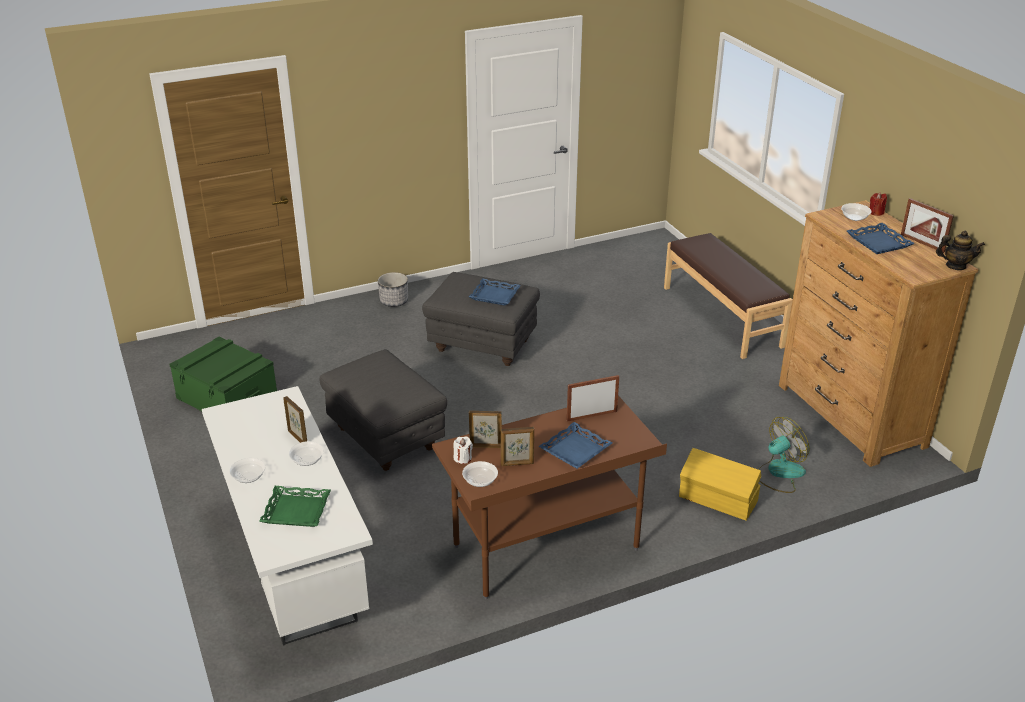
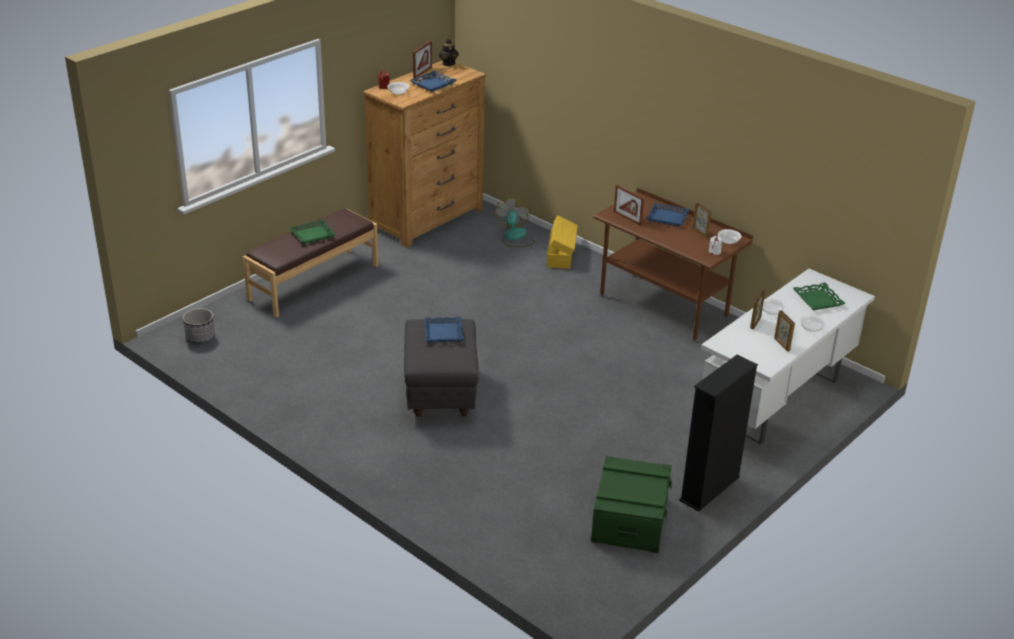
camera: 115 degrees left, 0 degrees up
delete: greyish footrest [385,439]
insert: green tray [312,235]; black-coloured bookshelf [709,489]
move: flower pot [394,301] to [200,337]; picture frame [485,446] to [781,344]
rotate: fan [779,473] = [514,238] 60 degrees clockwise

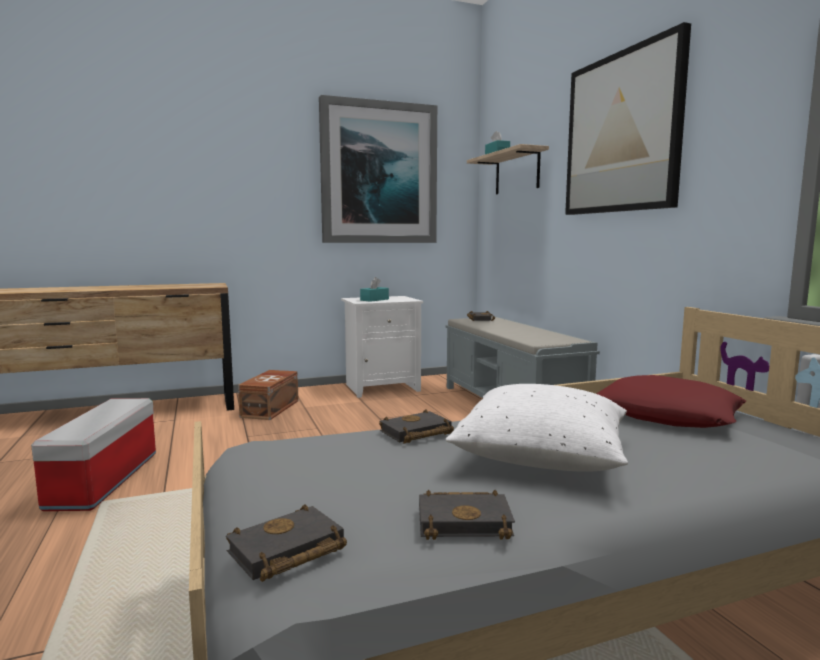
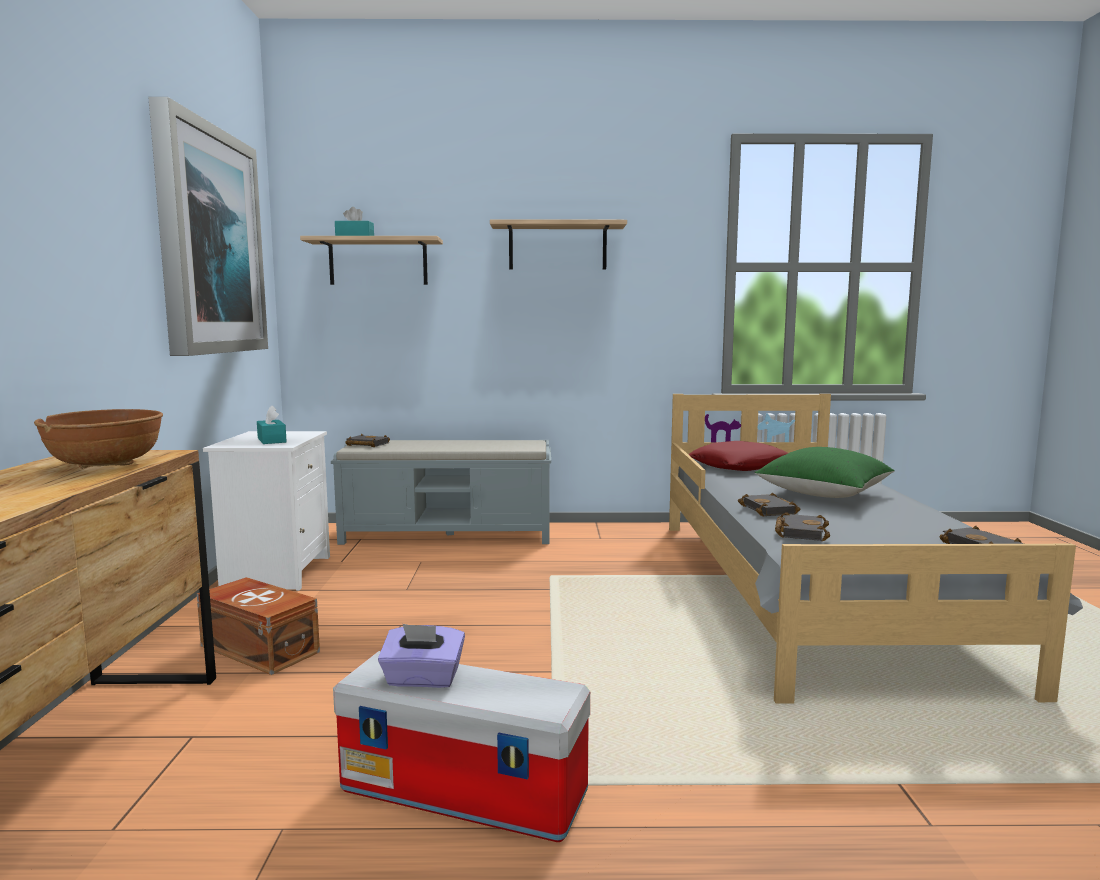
camera: 70 degrees left, 0 degrees up
insert: brown-coloured deep dish [106,465]; purple tissue holder [422,679]
move: black-coloured volume [466,521] to [799,532]
replace: wall picture [622,133] to wall shelf [557,247]
recolor: white throw pillow [541,457] to green throw pillow [823,494]

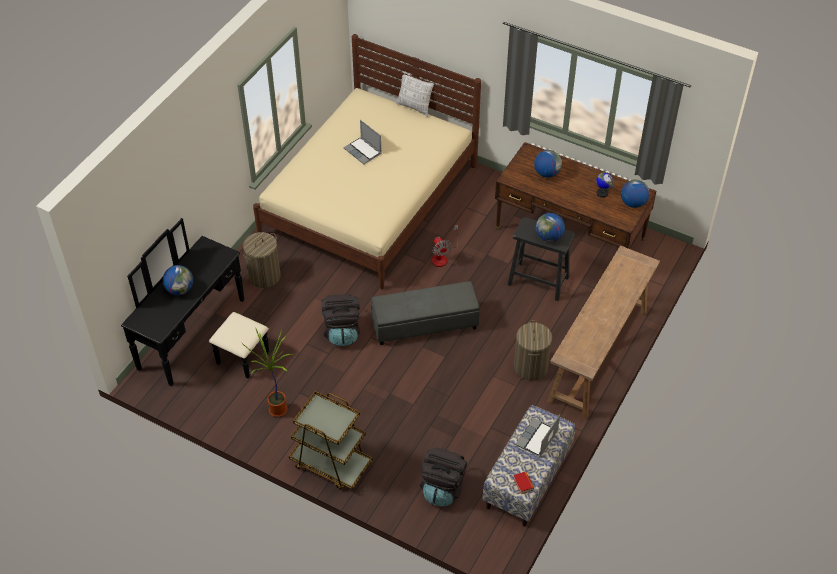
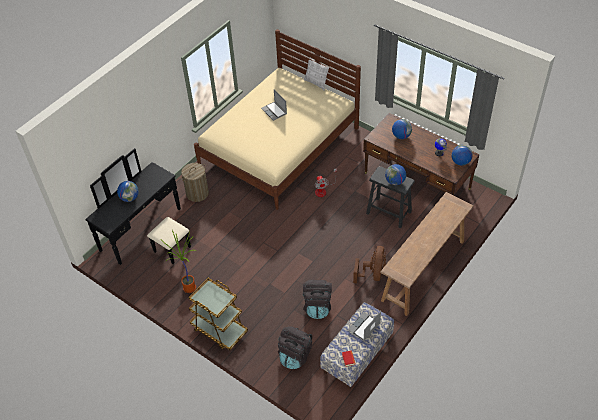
camera: 10 degrees right, 0 degrees up
delete: greyish footrest [425,324]
move: black-coloured backpack [342,331] to [317,306]
replace: washing basket [530,367] to brown-coloured fan [373,274]

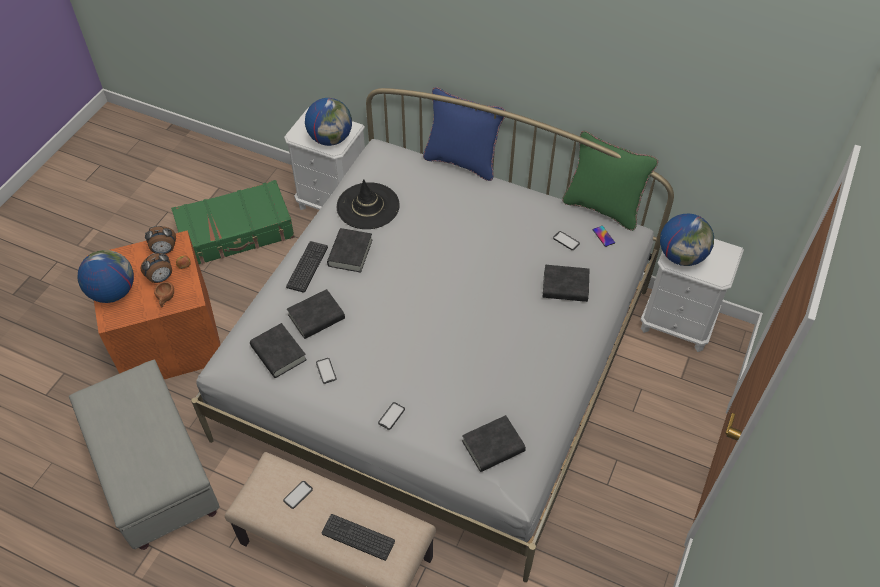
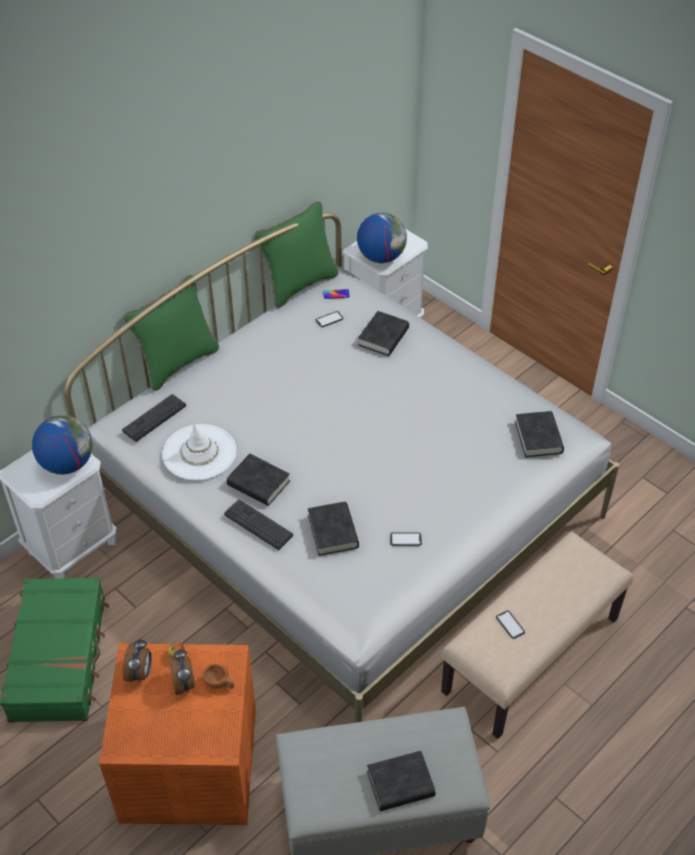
camera: 70 degrees left, 5 degrees down
delete: world globe [113,292]; handset [391,416]
move: black-coloured volume [278,353] to [400,784]; PC keyboard [358,537] to [154,418]
recolor: black-coloured wearable hat [368,206] to white wearable hat [199,452]; bluish throw pillow [462,162] to green throw pillow [177,363]

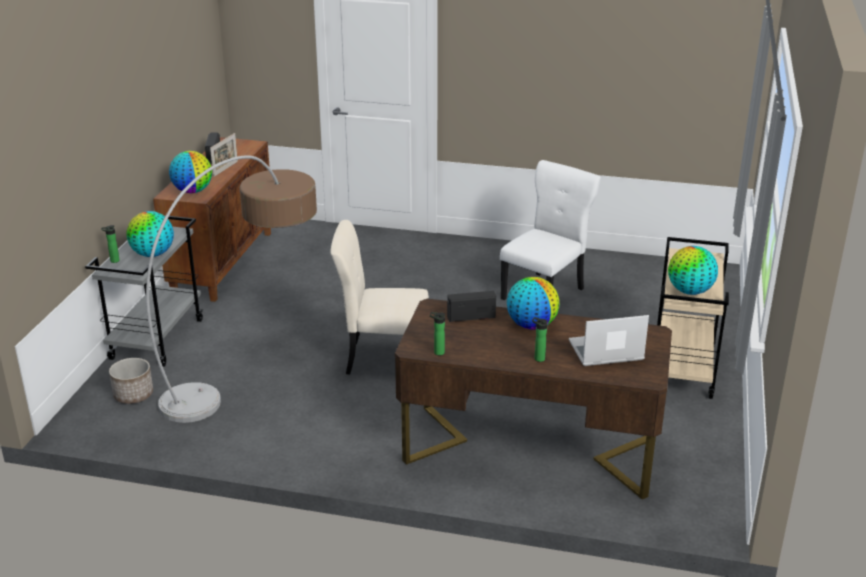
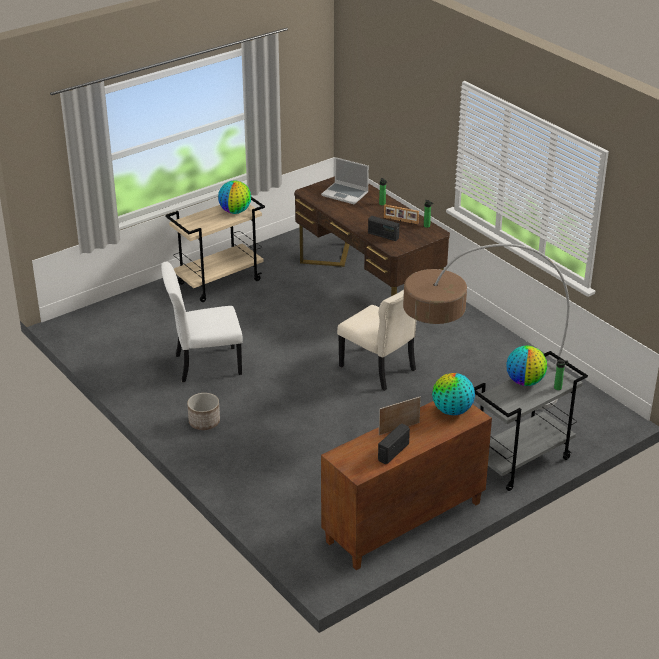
camera: 140 degrees left, 5 degrees up
delete: world globe [531,325]
insert: picture frame [400,221]
move: flower pot [133,395] to [204,422]

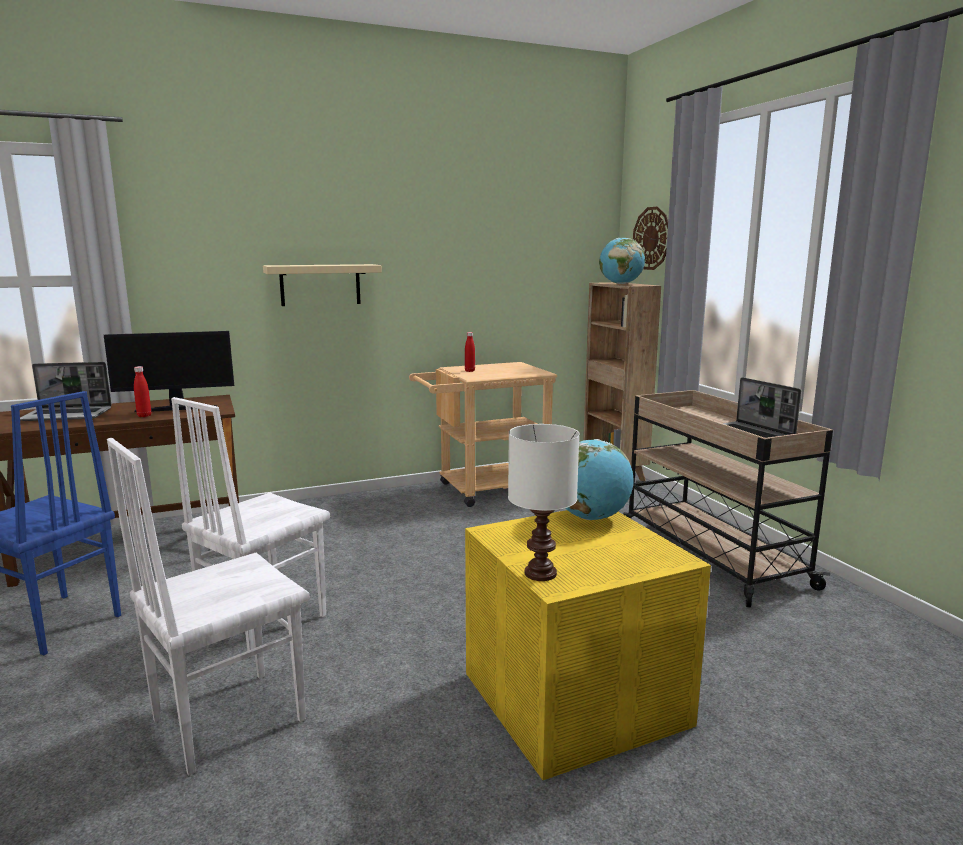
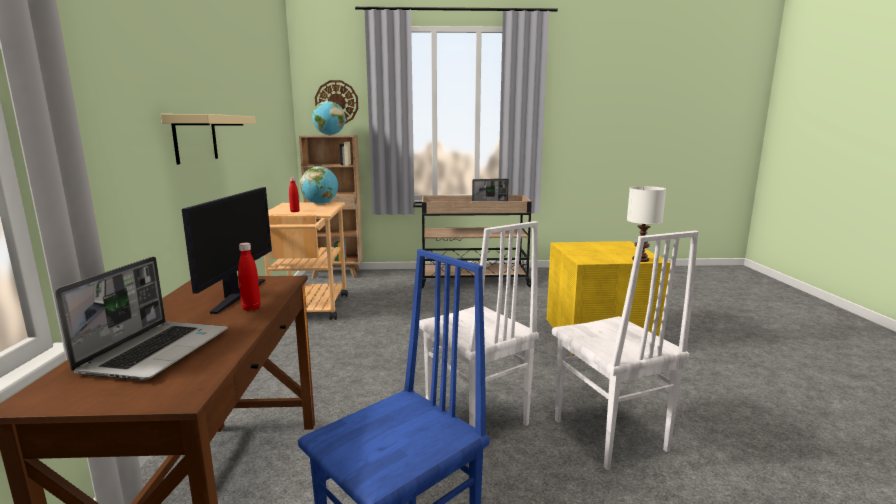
camera: 70 degrees left, 0 degrees up
move: world globe [591,517] to [320,203]

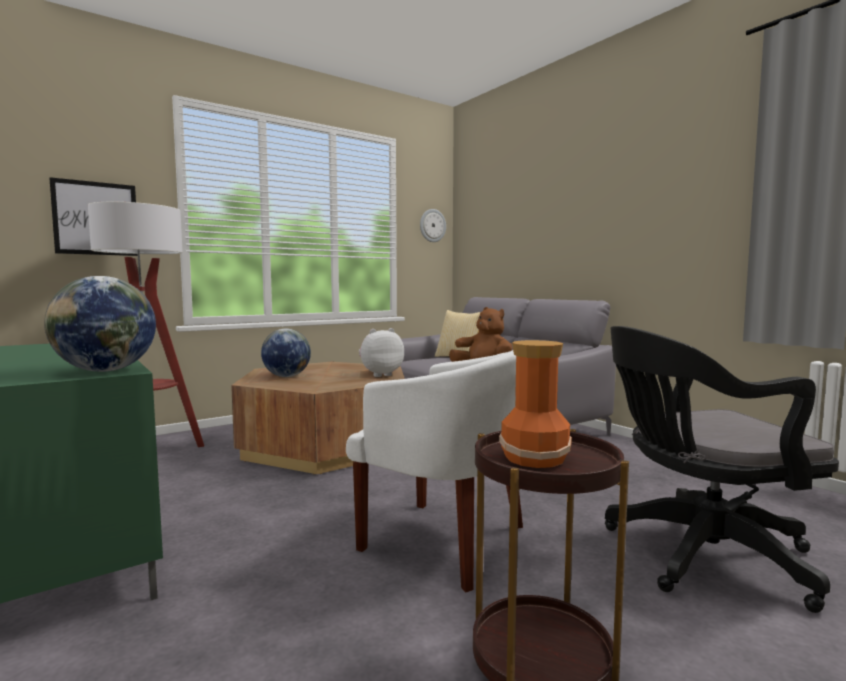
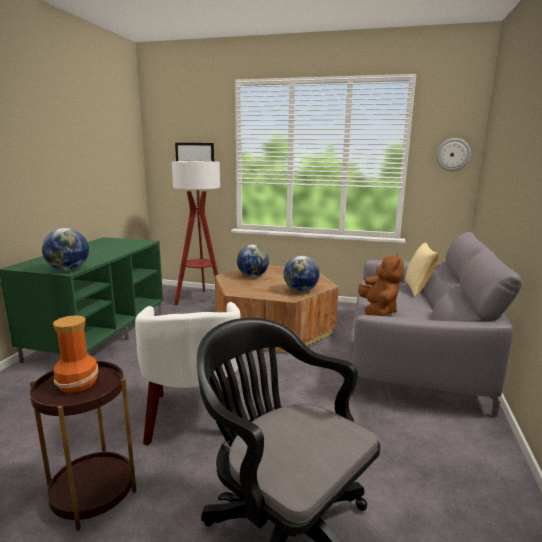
camera: 50 degrees right, 10 degrees up
replace: plush toy [380,374] to world globe [300,291]

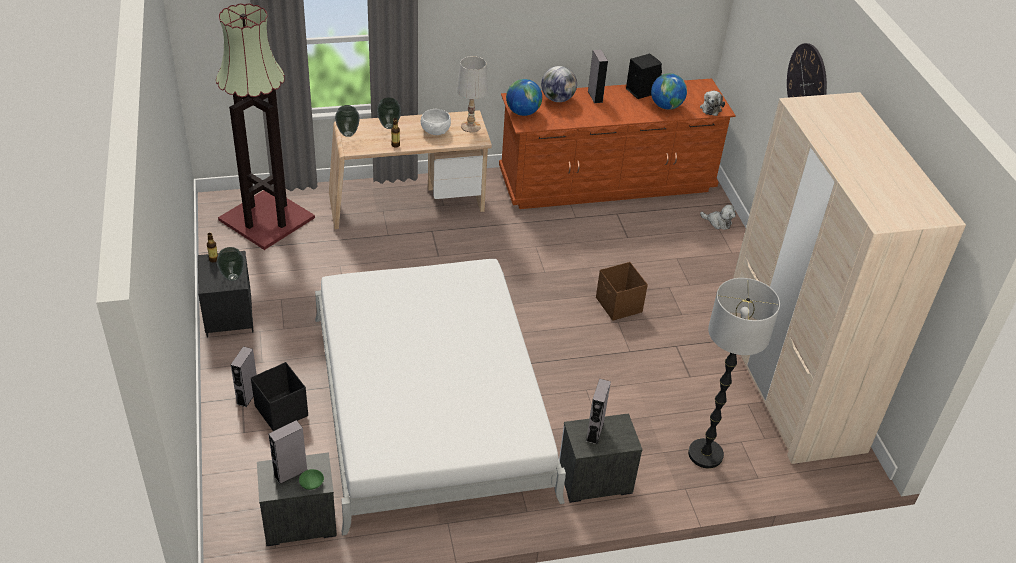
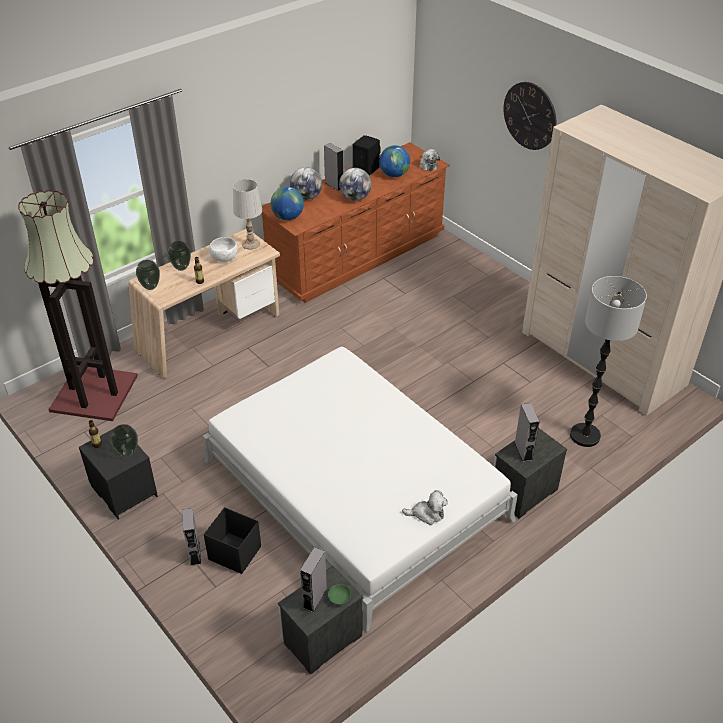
camera: 25 degrees left, 0 degrees up
delete: brown-coloured storage box [618,305]
insert: world globe [355,198]
move: plush toy [718,222] to [427,514]

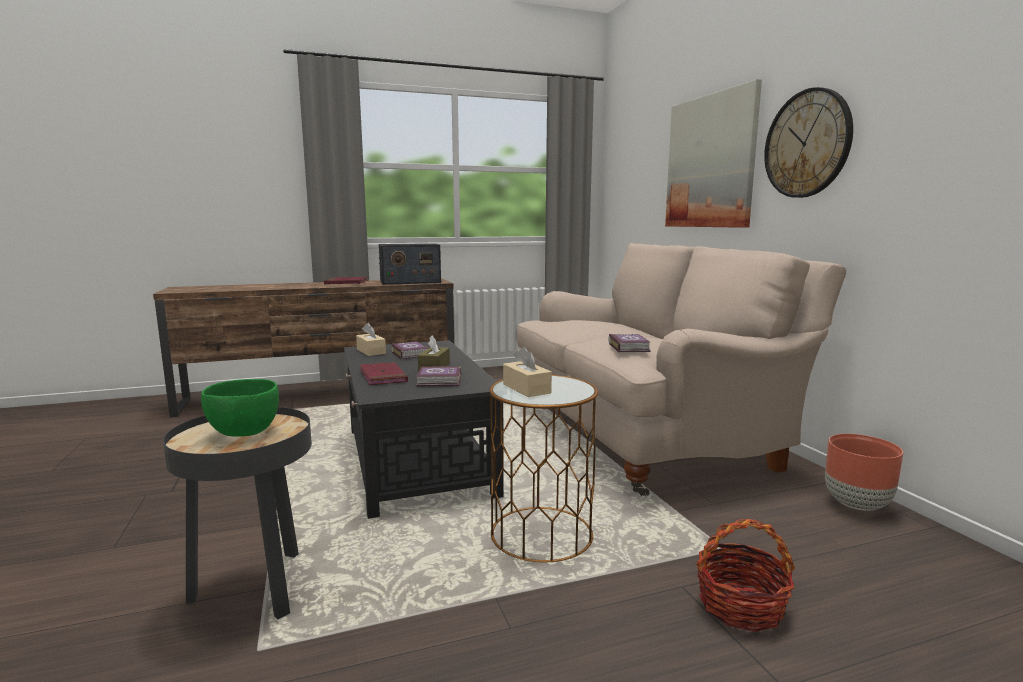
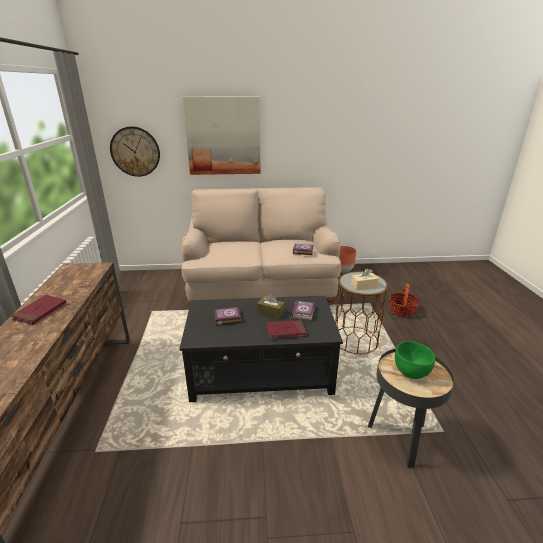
camera: 75 degrees left, 15 degrees up
delete: sand-coloured tissue holder [371,351]; radio [409,281]
move: wall clock [807,144] to [135,151]

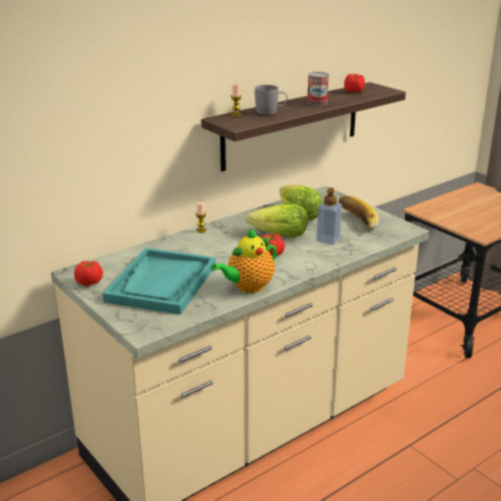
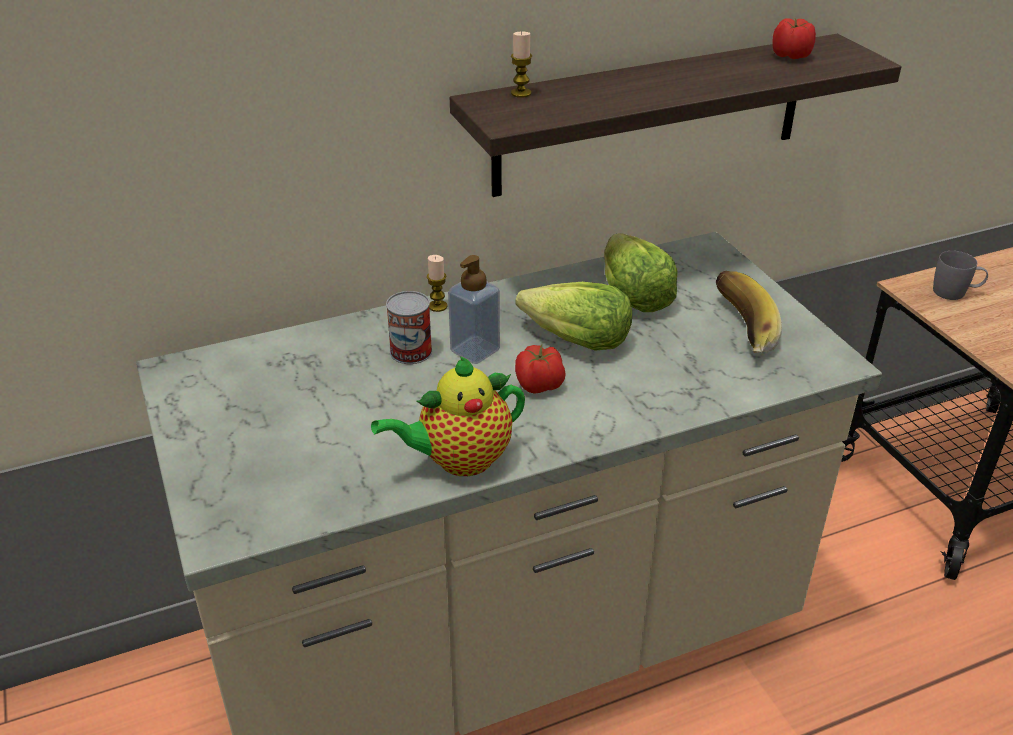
camera: 15 degrees right, 10 degrees up
delete: tomato [89,283]; turquoise-coloured tray [162,283]
move: greyish coffee mug [271,112] to [955,292]; sealed can [317,102] to [411,351]; soap dispenser [328,240] to [475,350]

